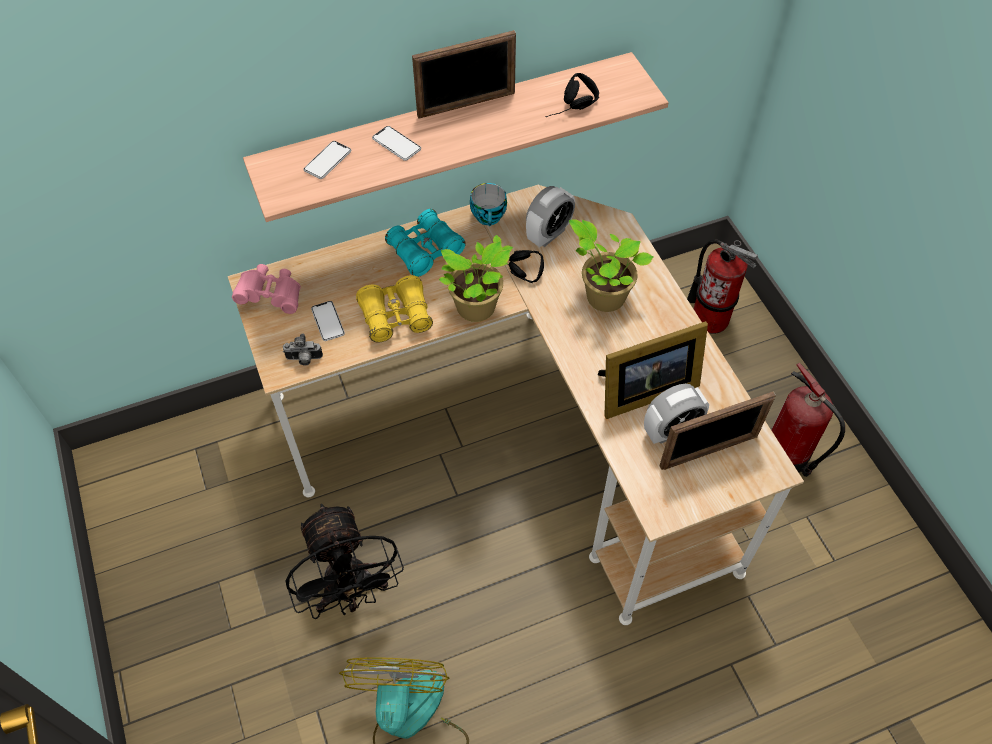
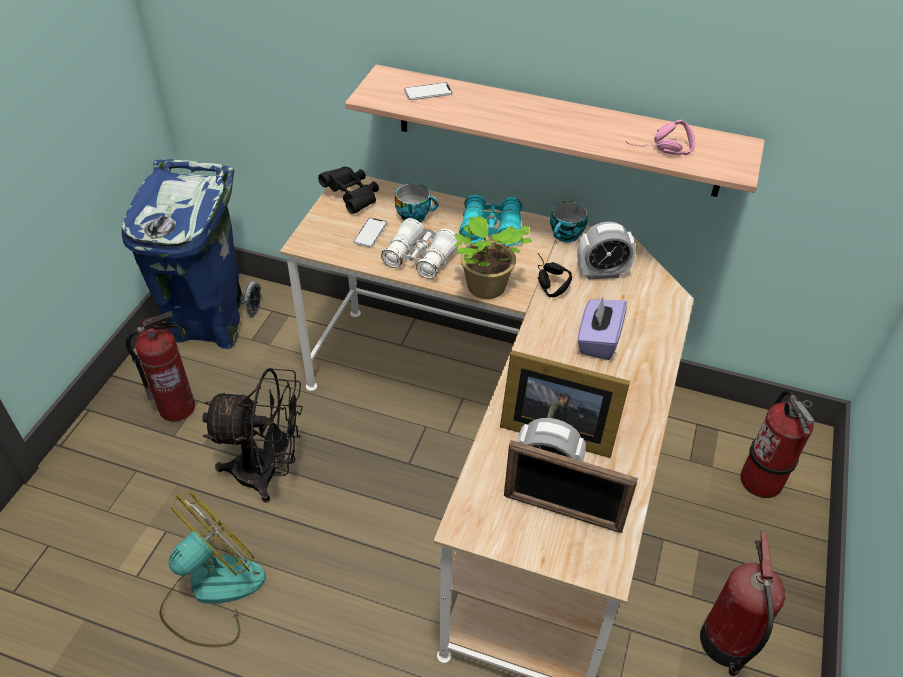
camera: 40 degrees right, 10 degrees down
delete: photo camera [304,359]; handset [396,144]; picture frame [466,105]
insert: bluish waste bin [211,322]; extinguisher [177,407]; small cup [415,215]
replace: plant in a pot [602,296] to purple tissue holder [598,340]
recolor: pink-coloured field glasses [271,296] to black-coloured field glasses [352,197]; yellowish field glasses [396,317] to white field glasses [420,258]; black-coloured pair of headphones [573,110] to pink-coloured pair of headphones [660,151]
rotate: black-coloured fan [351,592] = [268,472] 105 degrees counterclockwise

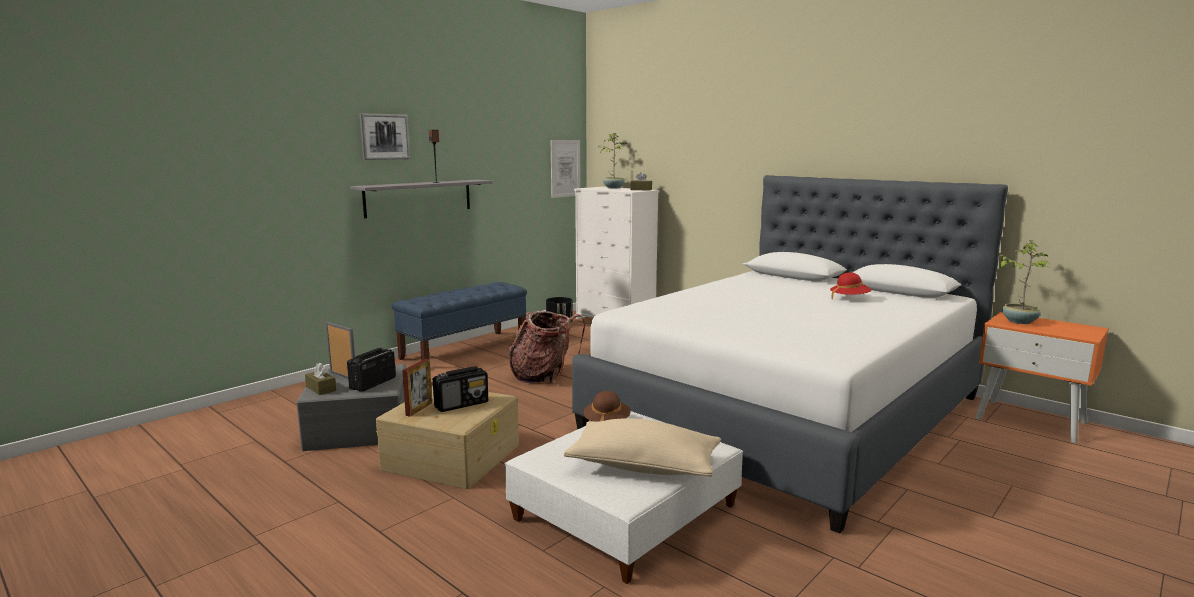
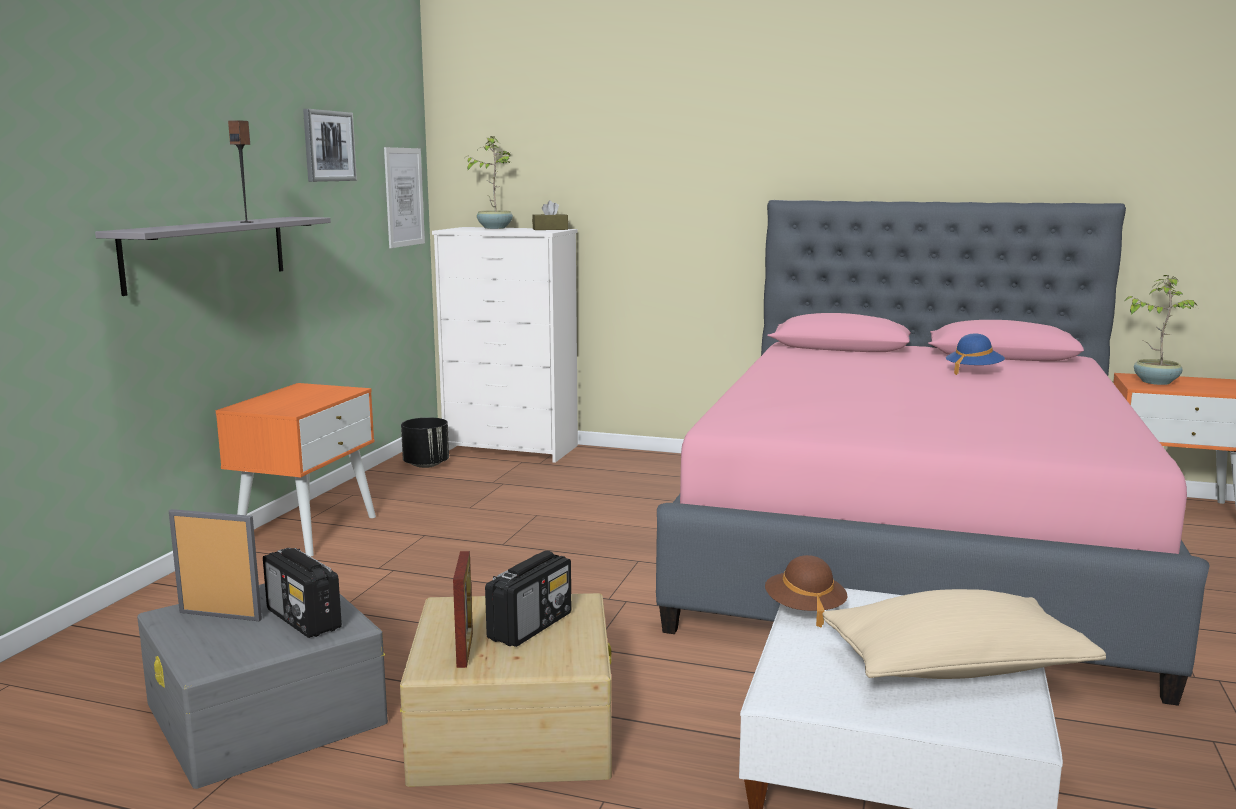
camera: 25 degrees left, 0 degrees up
delete: brown-coloured tissue holder [321,389]; backpack [544,376]
move: wall picture [384,136] to [328,146]
replace: bluish bench [465,349] to orange nightstand [307,530]
recolor: white bed [788,413] to pink-coloured bed [912,549]; red wearable hat [849,299] to bluish wearable hat [973,371]
rotate: radio [372,383] = [304,619] 45 degrees counterclockwise

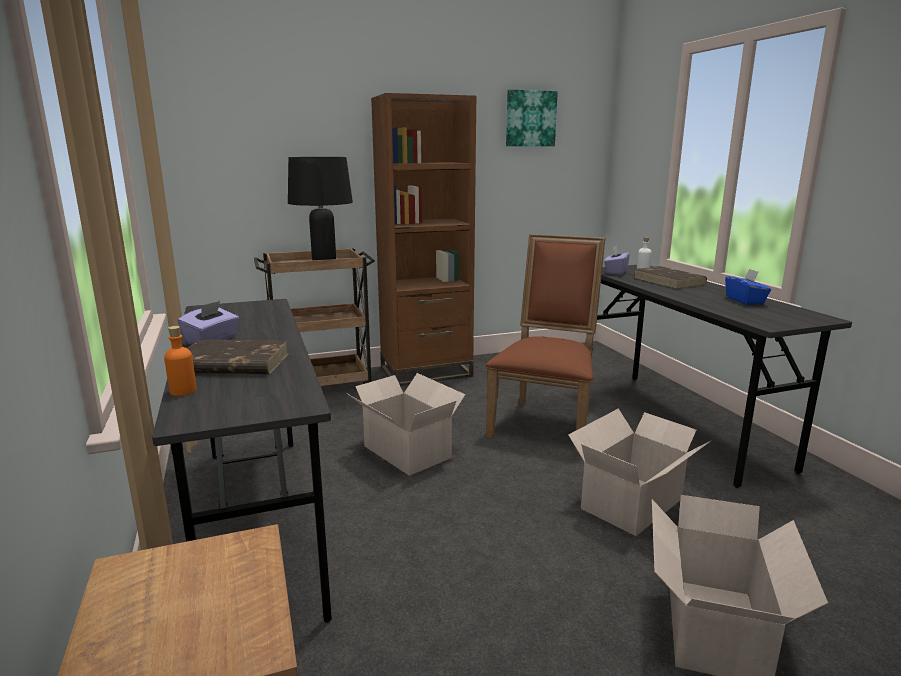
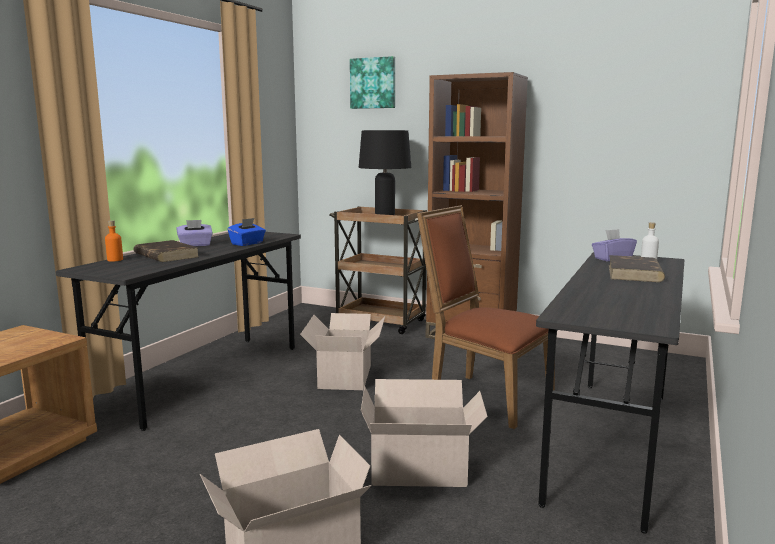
camera: 45 degrees right, 5 degrees down
move: wall picture [530,118] to [373,83]; bluish tissue holder [745,301] to [247,243]
rotate: brown-coloured plain chair [545,422] = [484,396] 120 degrees counterclockwise

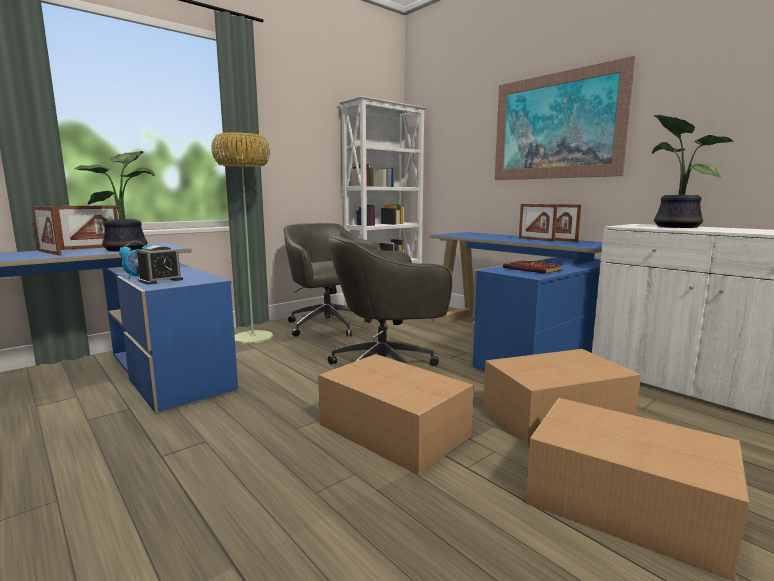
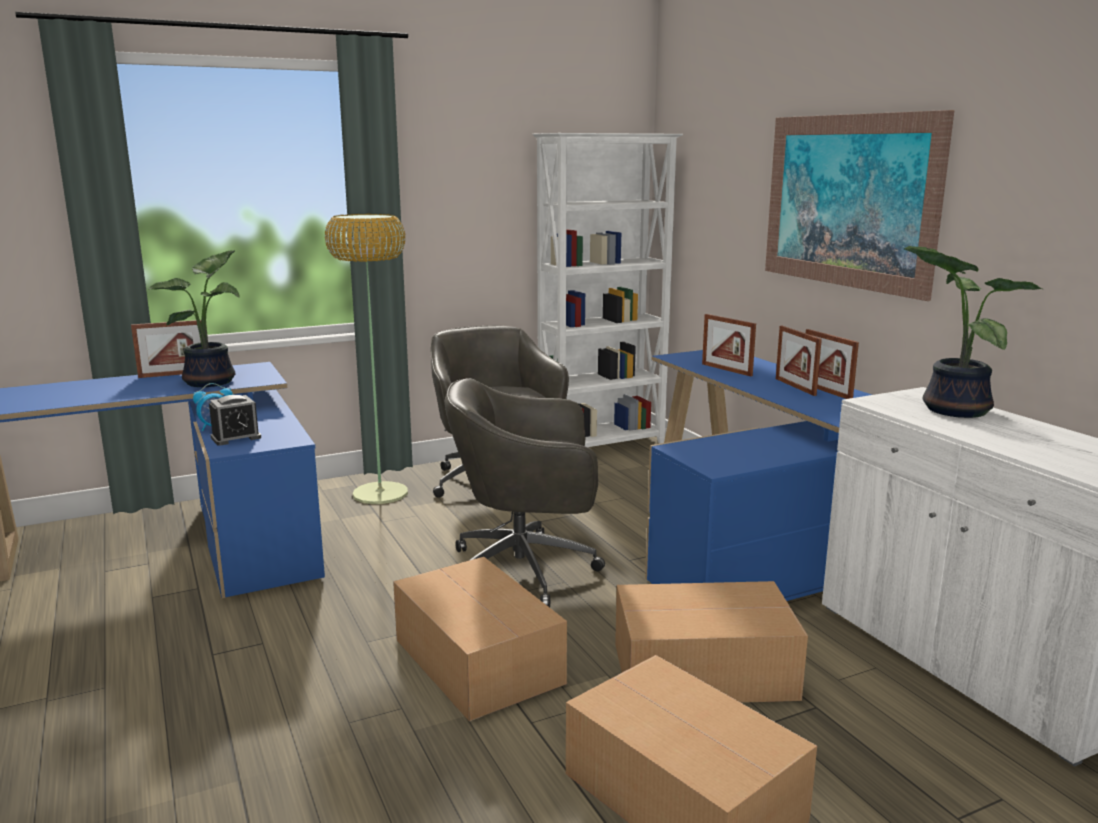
camera: 15 degrees right, 5 degrees up
delete: volume [534,269]
move: picture frame [49,253] to [726,370]

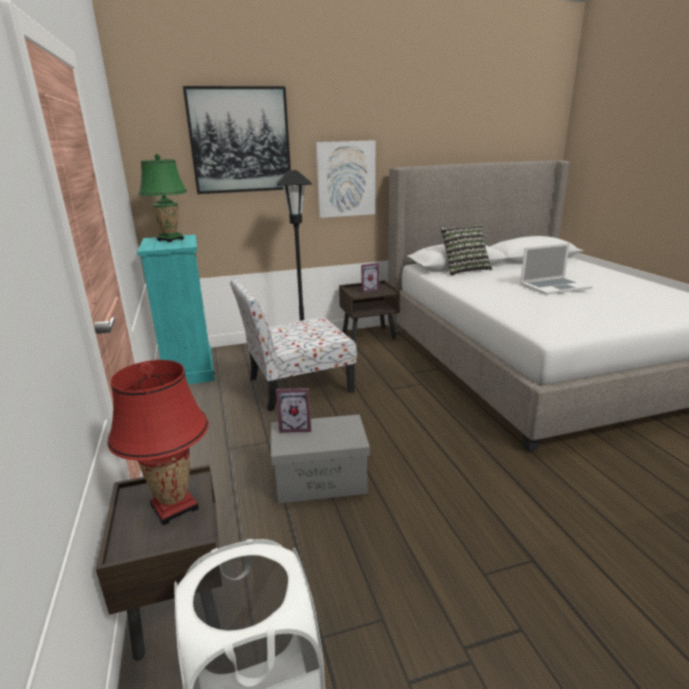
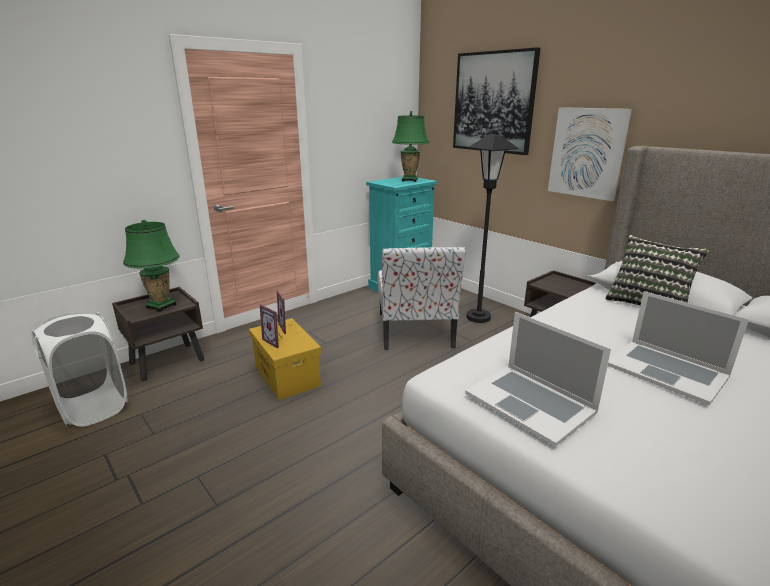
camera: 65 degrees right, 0 degrees up
insert: laptop [530,402]
move: picture frame [368,290] to [276,341]
recolor: red lamp for a table [174,507] to green lamp for a table [161,306]; greyish storage box [321,480] to yellowish storage box [287,376]
rotate: plain chair [297,385] = [415,331] 135 degrees counterclockwise

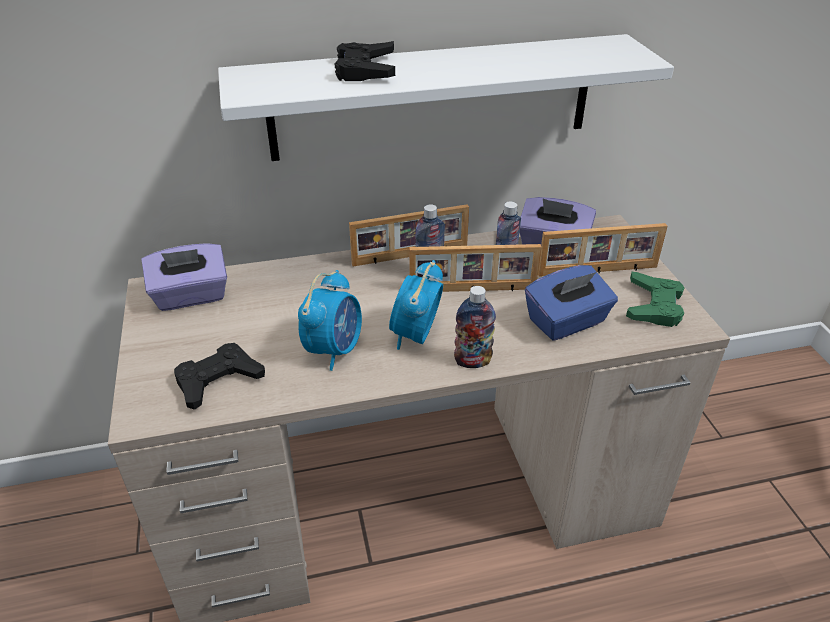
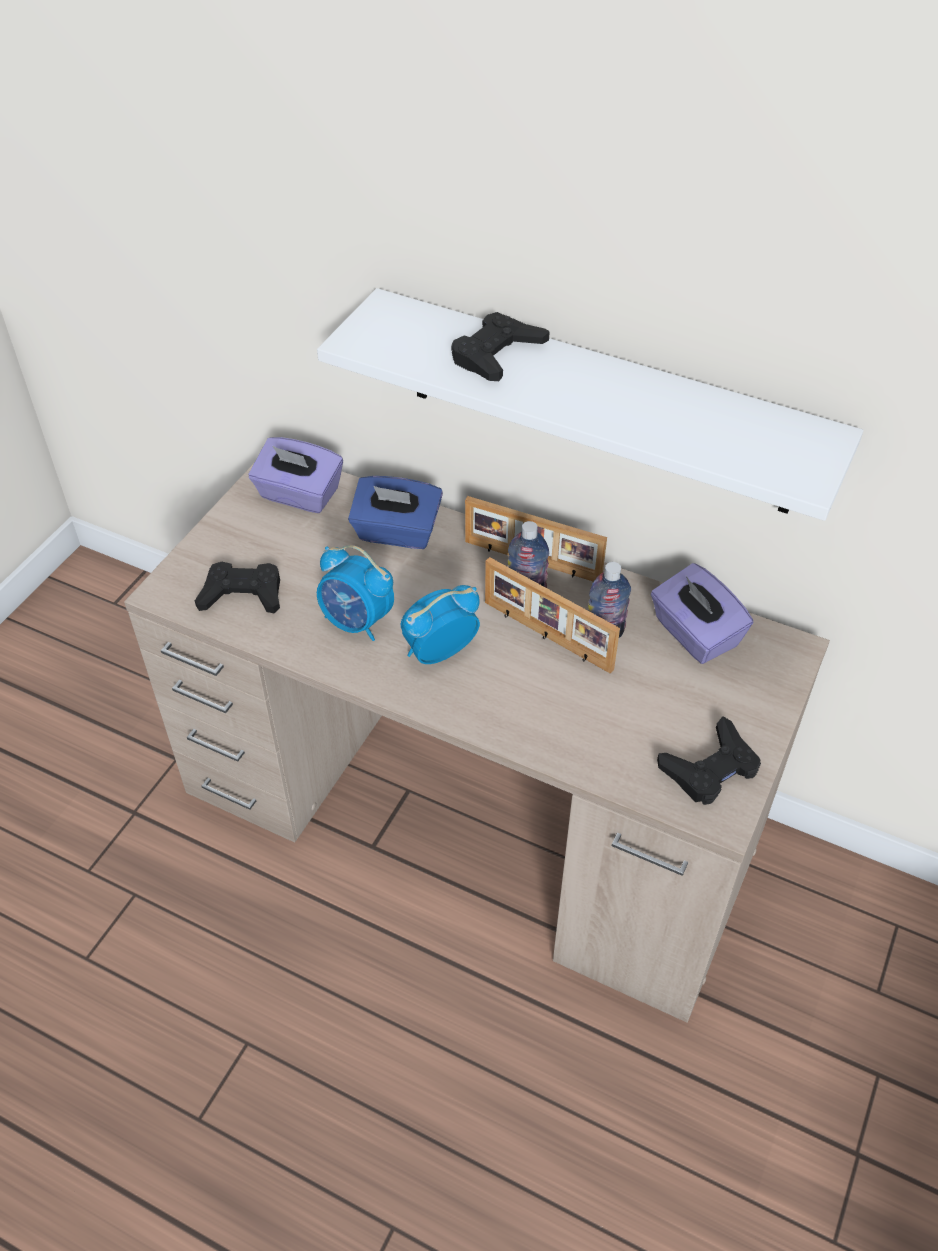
camera: 40 degrees right, 10 degrees up
delete: drink bottle [472,361]; picture frame [598,271]
move: bluish tissue holder [567,322] to [396,533]
recolor: green joypad [653,305] to black-coloured joypad [710,768]
rotate: bedside clock [334,349] = [357,622] 60 degrees clockwise

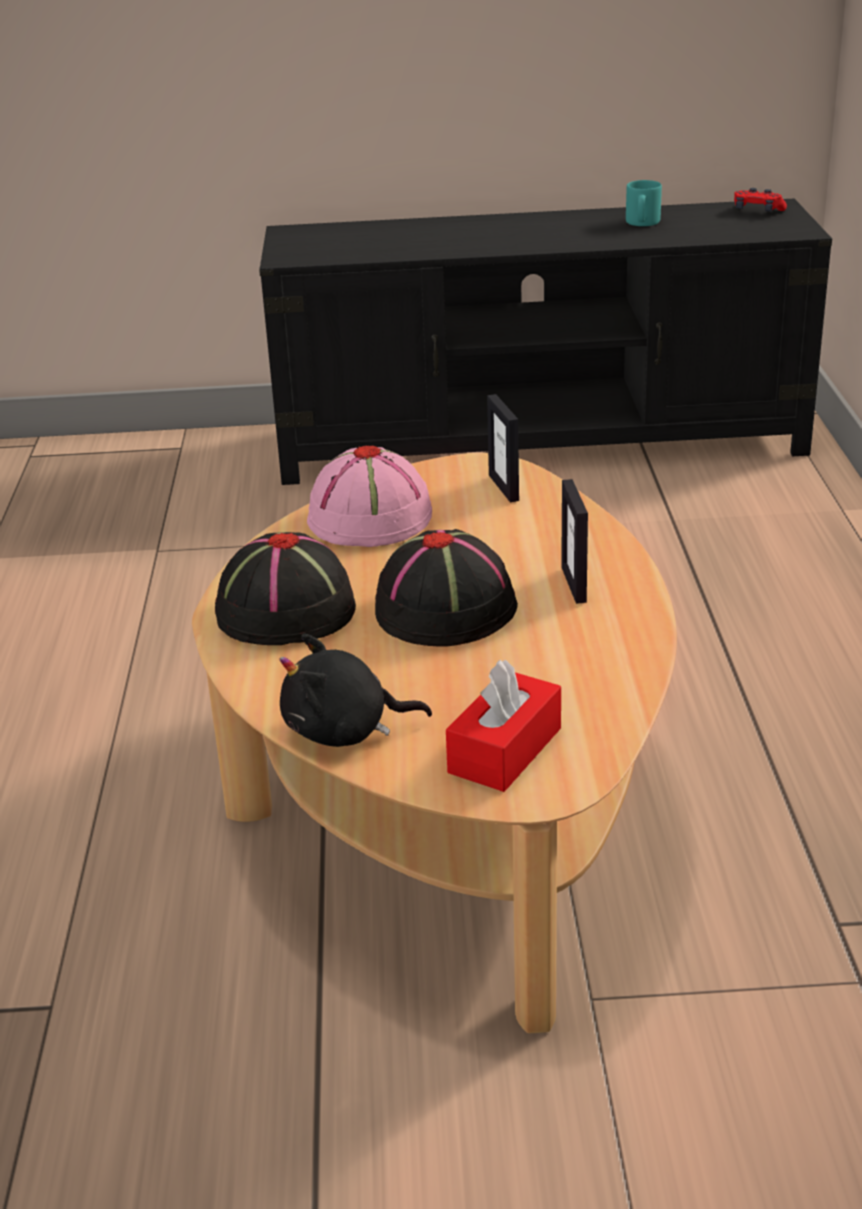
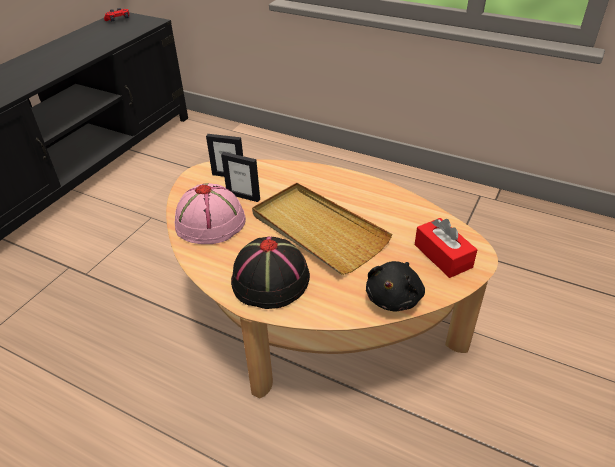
camera: 60 degrees left, 10 degrees up
delete: turquoise-coloured coffee mug [642,223]
move: picture frame [574,584] to [243,196]
replace: black-coloured wearable hat [446,609] to sand-coloured tray [317,230]

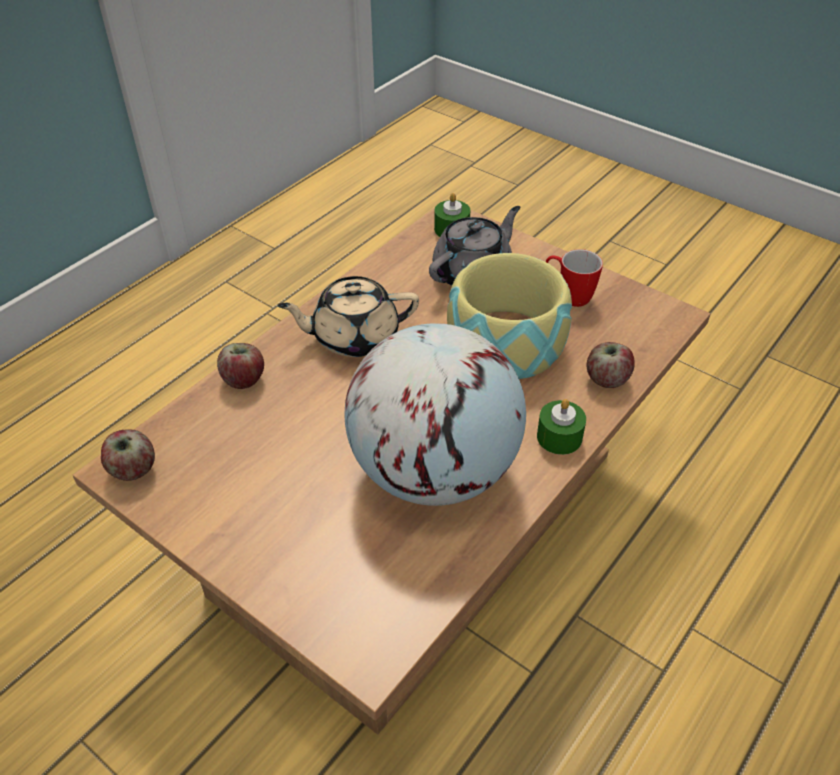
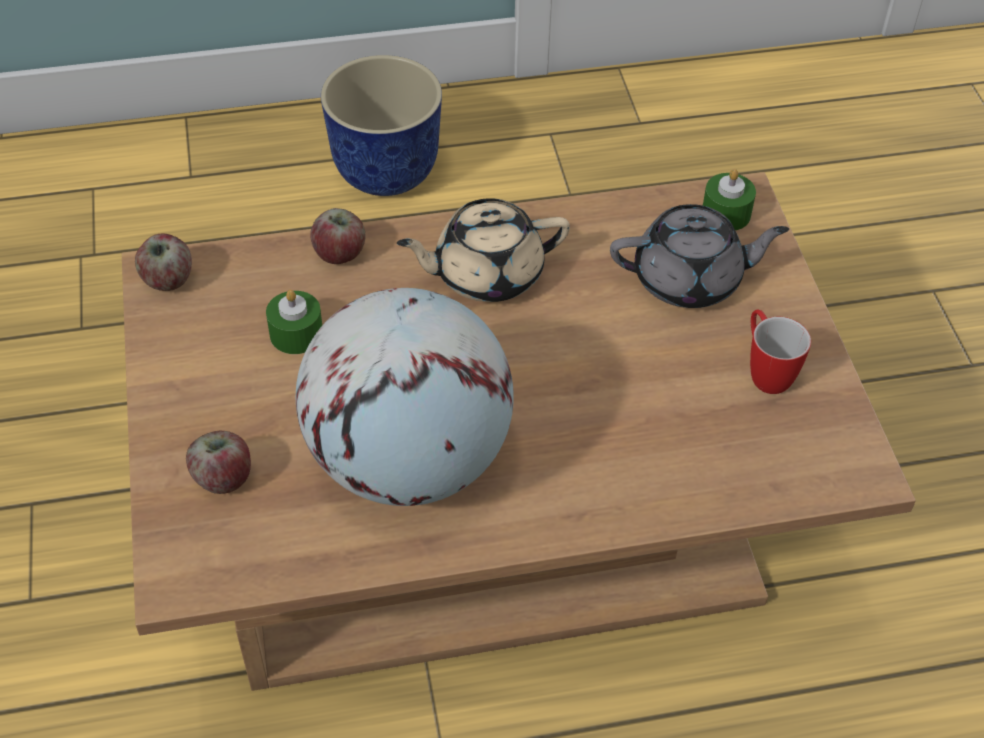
camera: 40 degrees right, 5 degrees up
delete: deep dish [505,343]
insert: flower pot [384,174]
move: green wax light [559,437] to [296,334]; whole apple [606,379] to [223,478]
rotate: sand-coloured teapot [354,337] = [486,274] 45 degrees counterclockwise

